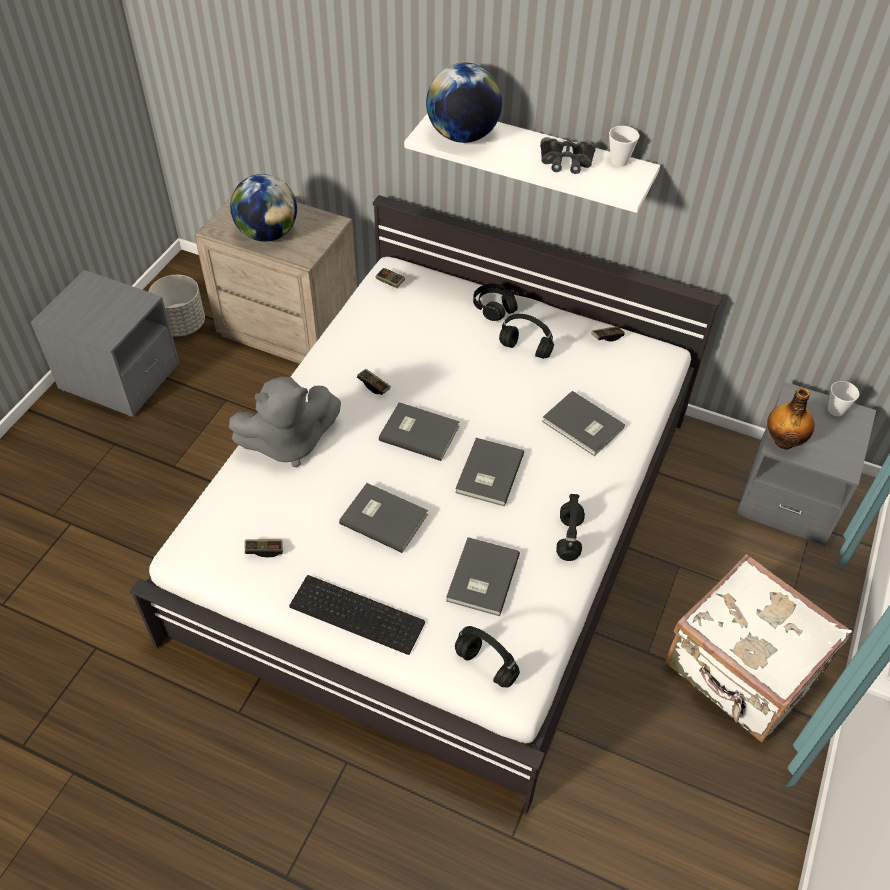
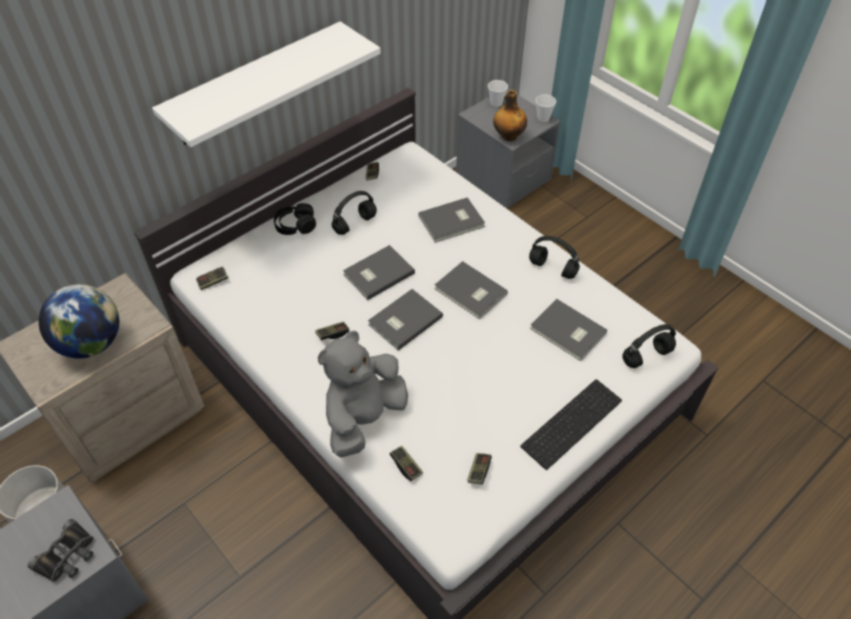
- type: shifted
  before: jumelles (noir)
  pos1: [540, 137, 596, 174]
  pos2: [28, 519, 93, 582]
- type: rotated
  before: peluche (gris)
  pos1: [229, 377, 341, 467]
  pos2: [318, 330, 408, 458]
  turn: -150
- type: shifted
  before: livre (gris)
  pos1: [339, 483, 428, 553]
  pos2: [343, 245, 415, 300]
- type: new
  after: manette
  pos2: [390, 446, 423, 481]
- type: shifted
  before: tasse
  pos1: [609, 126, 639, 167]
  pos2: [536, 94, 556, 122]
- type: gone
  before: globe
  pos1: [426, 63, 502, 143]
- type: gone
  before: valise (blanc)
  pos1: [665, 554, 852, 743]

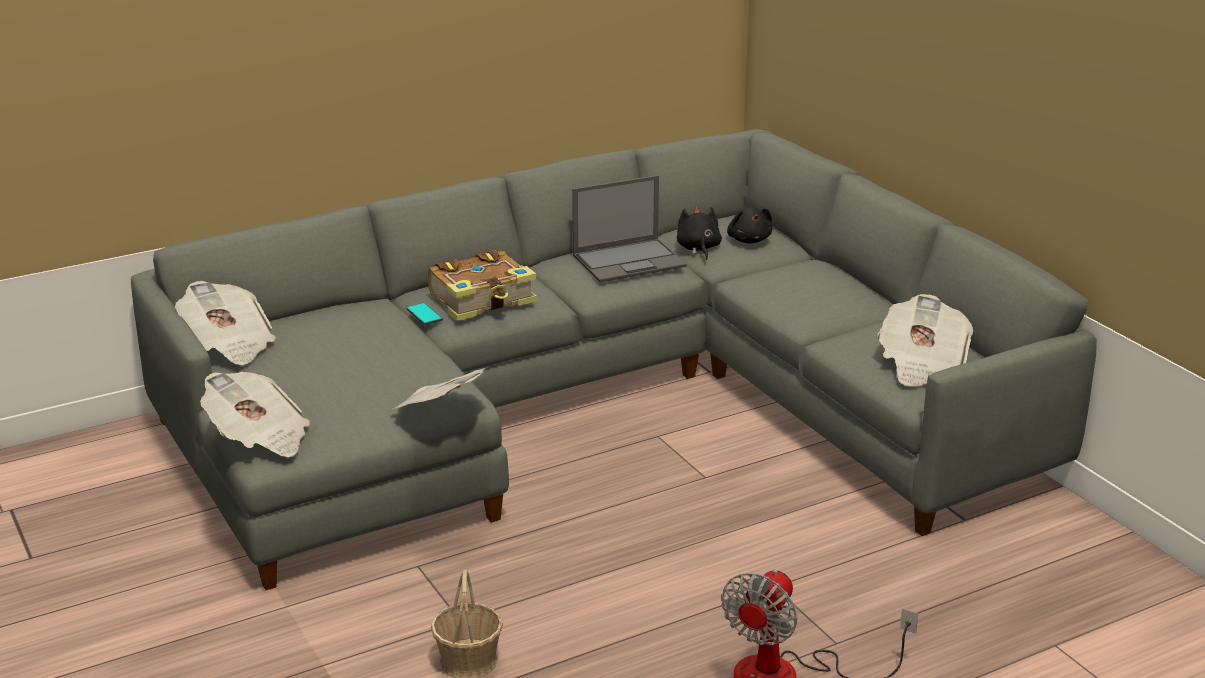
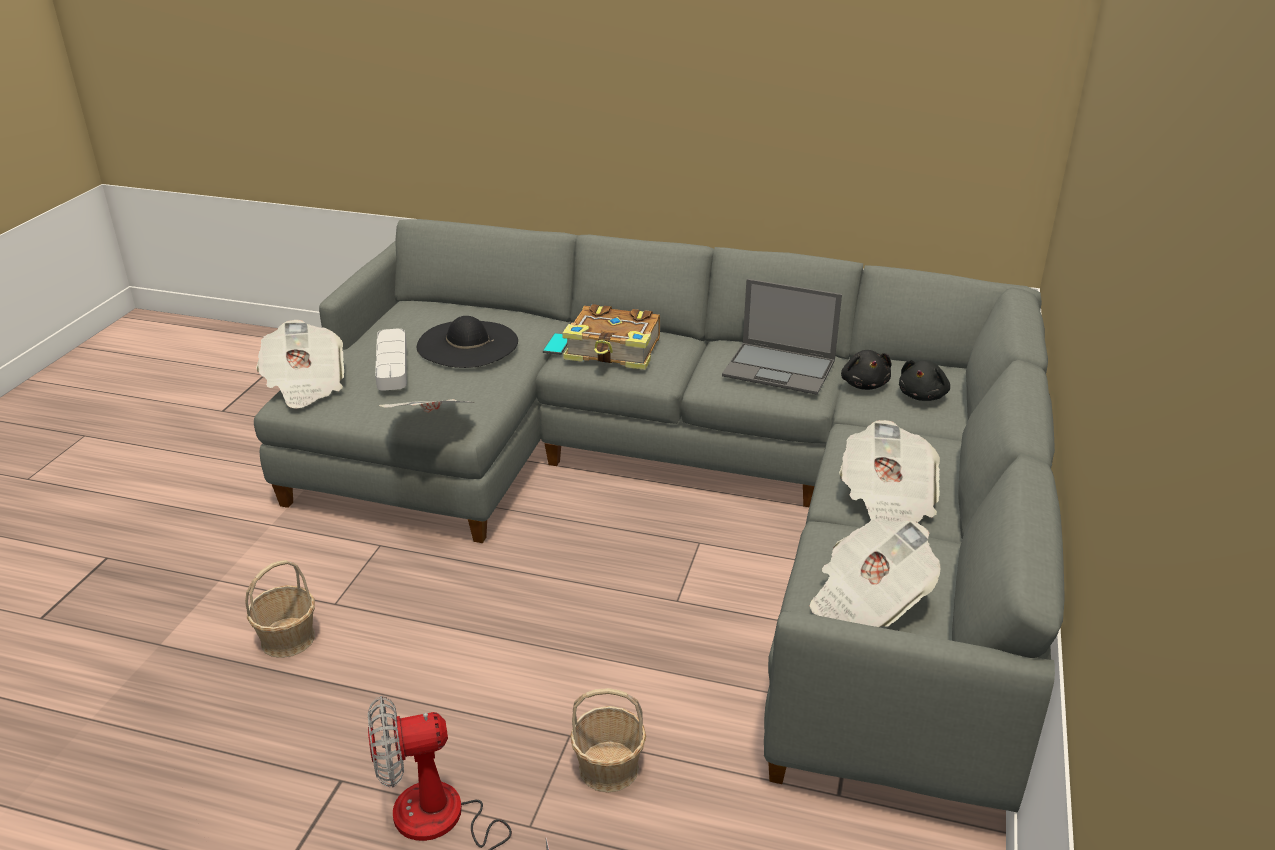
- type: new
  after: plateau (gris)
  pos2: [375, 328, 407, 391]
- type: new
  after: chapeau (noir)
  pos2: [417, 316, 518, 368]
- type: new
  after: panier
  pos2: [570, 688, 646, 793]
- type: shifted
  before: journal
  pos1: [175, 281, 276, 365]
  pos2: [839, 420, 940, 522]
- type: rotated
  before: peluche (noir)
  pos1: [677, 206, 722, 260]
  pos2: [841, 350, 891, 390]
  turn: 135

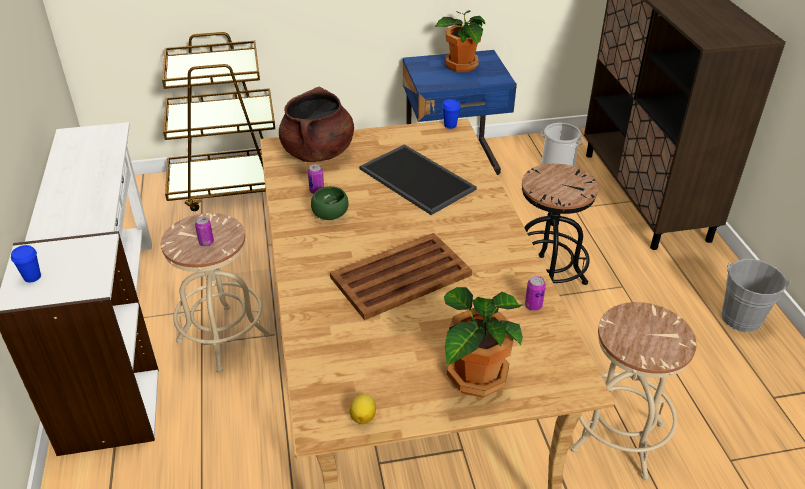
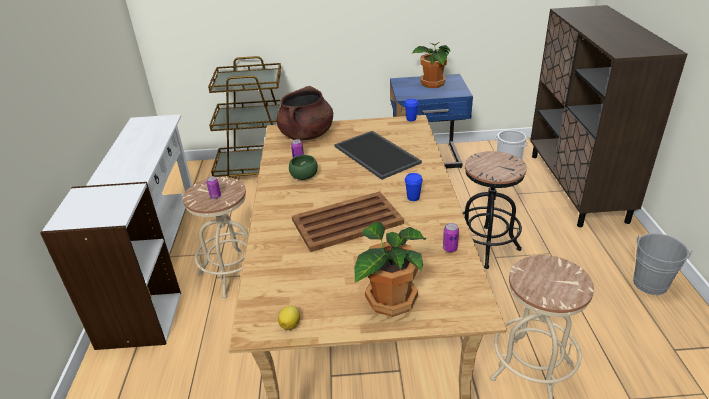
- type: shifted
  before: tasse (bleu)
  pos1: [11, 245, 41, 283]
  pos2: [405, 173, 423, 201]

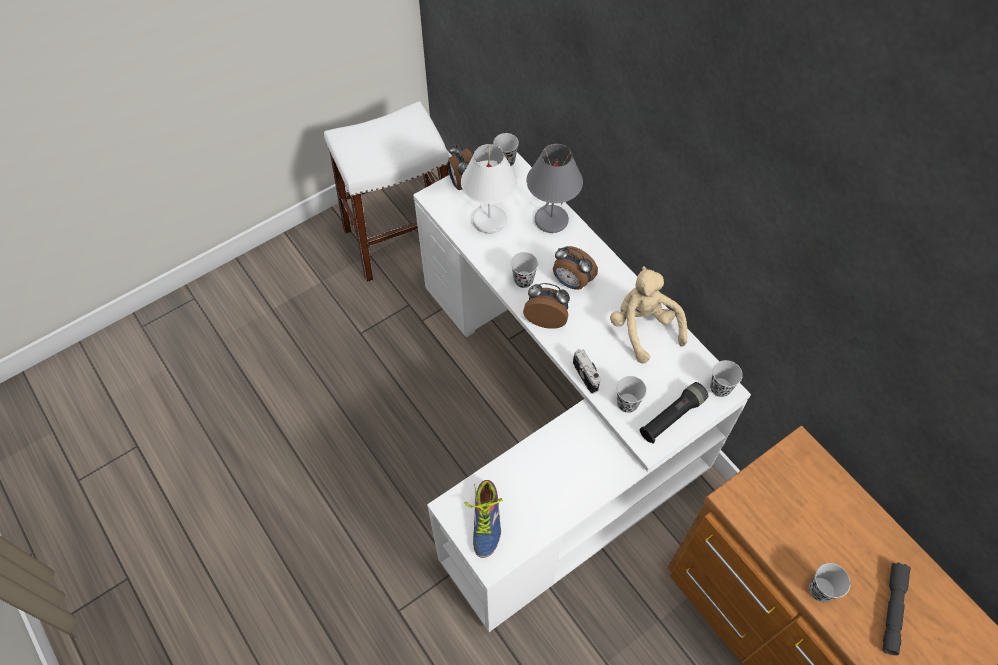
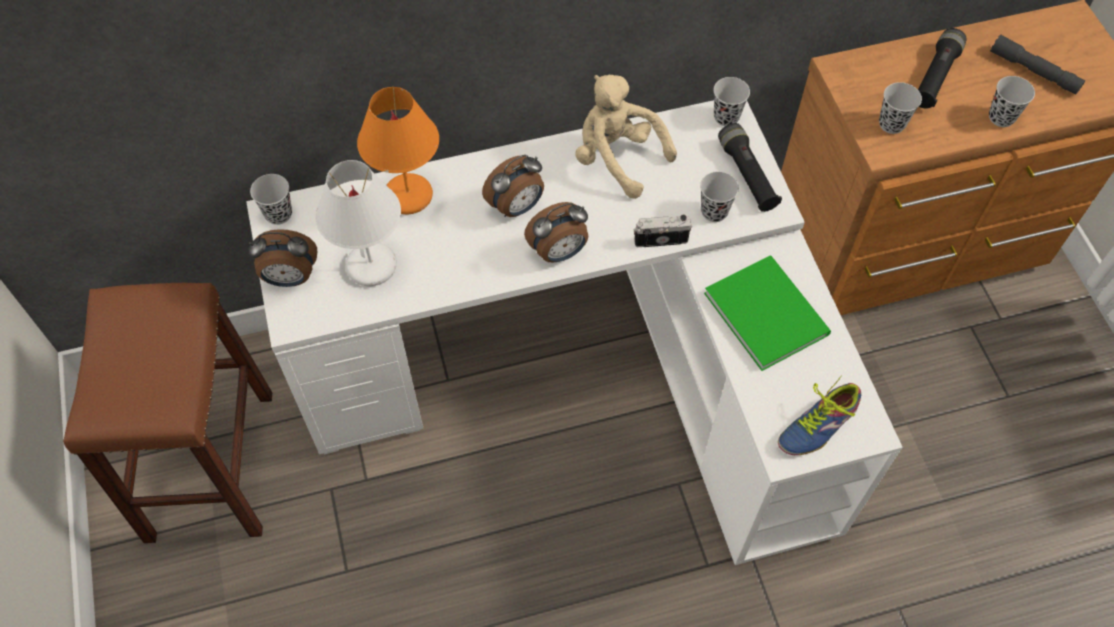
- type: repainted
  before: tabouret (blanc)
  after: tabouret (marron)
  pos1: [324, 101, 449, 282]
  pos2: [63, 283, 272, 543]
- type: repainted
  before: lampe de table (gris)
  after: lampe de table (orange)
  pos1: [526, 144, 583, 233]
  pos2: [357, 87, 439, 214]
- type: rotated
  before: réveil
  pos1: [523, 283, 570, 329]
  pos2: [524, 202, 588, 263]
  turn: -150
- type: rotated
  before: peluche (beige)
  pos1: [610, 266, 687, 364]
  pos2: [575, 75, 677, 199]
  turn: 45
- type: new
  after: livre (vert)
  pos2: [704, 255, 831, 371]
- type: rotated
  before: chaussure
  pos1: [465, 480, 502, 558]
  pos2: [778, 375, 861, 455]
  turn: 120
- type: shifted
  before: tasse (noir)
  pos1: [511, 252, 538, 288]
  pos2: [879, 82, 922, 134]
- type: new
  after: lampe de poche (noir)
  pos2: [918, 28, 967, 109]

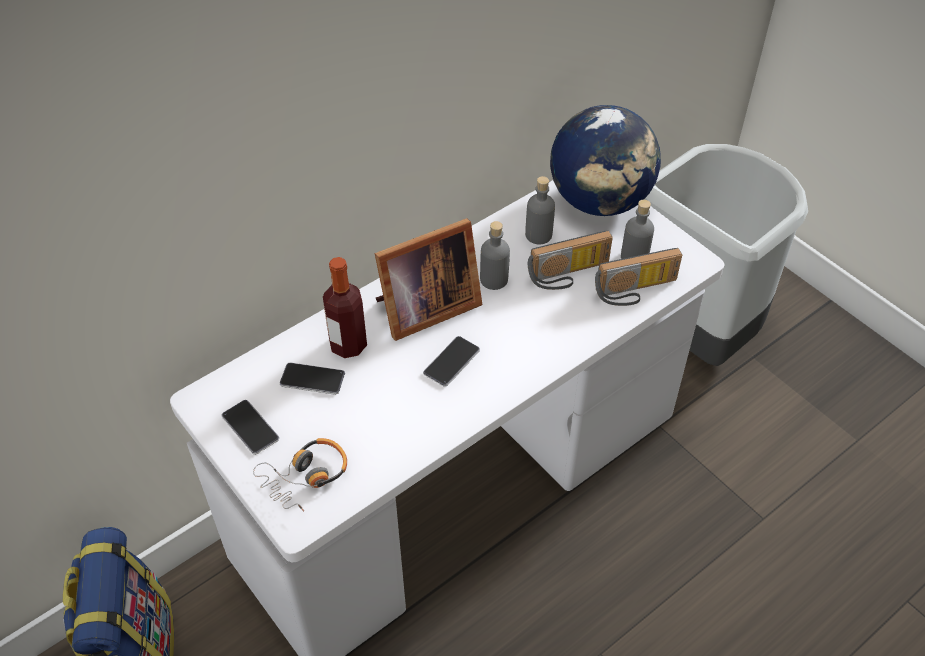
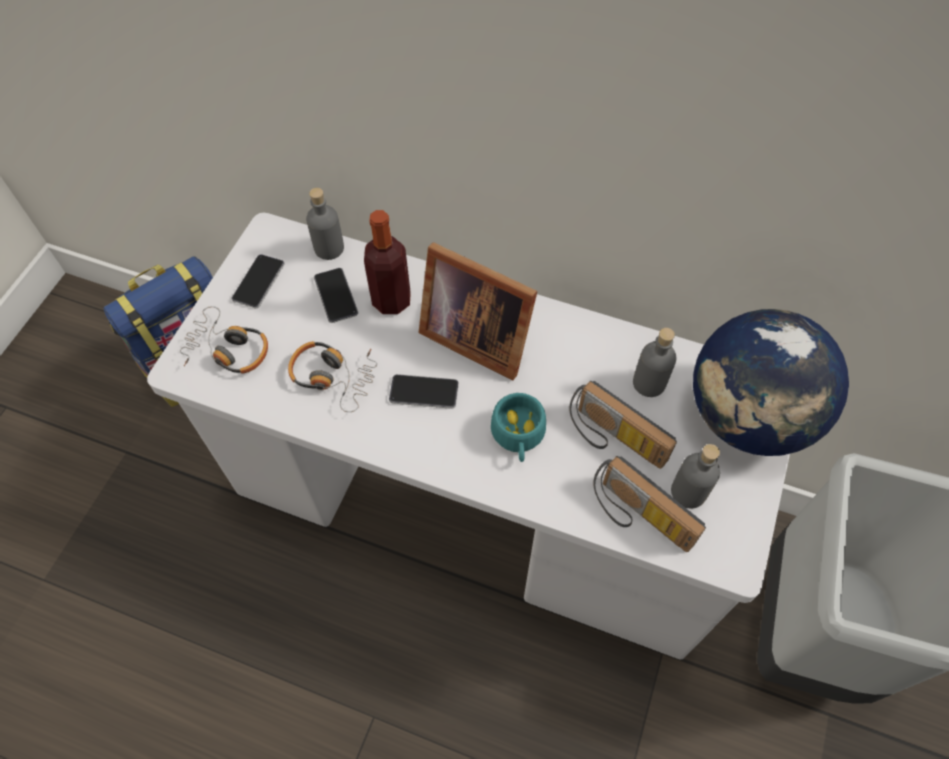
- type: new
  after: casque audio
  pos2: [288, 341, 377, 412]
- type: shifted
  before: bouteille (gris)
  pos1: [480, 221, 510, 290]
  pos2: [306, 188, 344, 260]
- type: new
  after: tasse (turquoise)
  pos2: [491, 393, 546, 462]

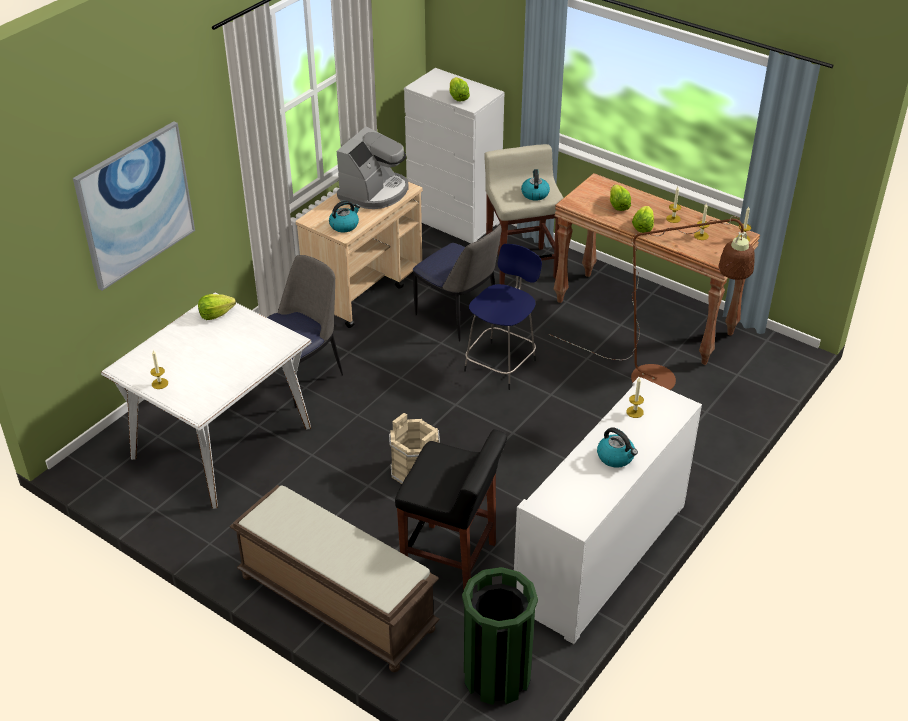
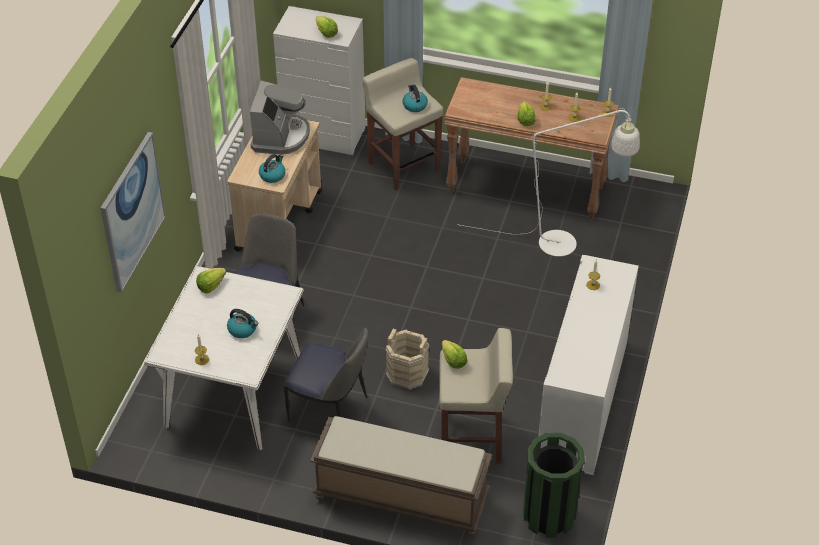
- type: shifted
  before: bouilloire
  pos1: [597, 427, 638, 468]
  pos2: [227, 309, 258, 338]
- type: shifted
  before: chaise
  pos1: [413, 225, 502, 341]
  pos2: [284, 327, 368, 421]
- type: repainted
  before: tabouret (noir)
  after: tabouret (beige)
  pos1: [395, 429, 507, 590]
  pos2: [439, 328, 513, 464]
- type: shifted
  before: laitue
  pos1: [610, 184, 631, 211]
  pos2: [442, 340, 467, 369]
- type: repainted
  before: lampadaire (marron)
  after: lampadaire (blanc)
  pos1: [549, 216, 754, 390]
  pos2: [460, 108, 640, 257]
- type: gone
  before: tabouret (bleu)
  pos1: [464, 244, 542, 390]

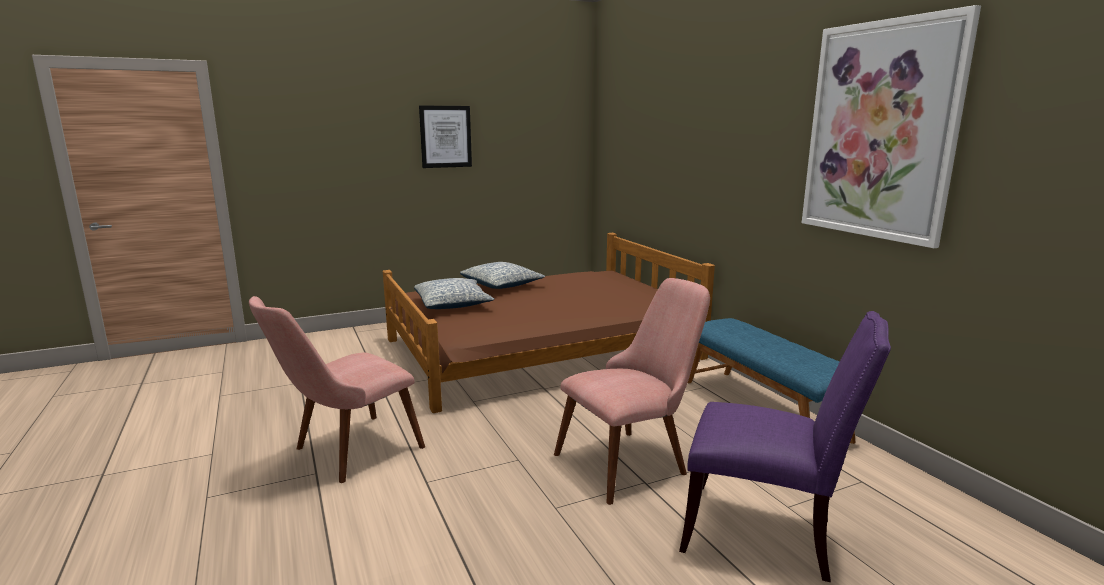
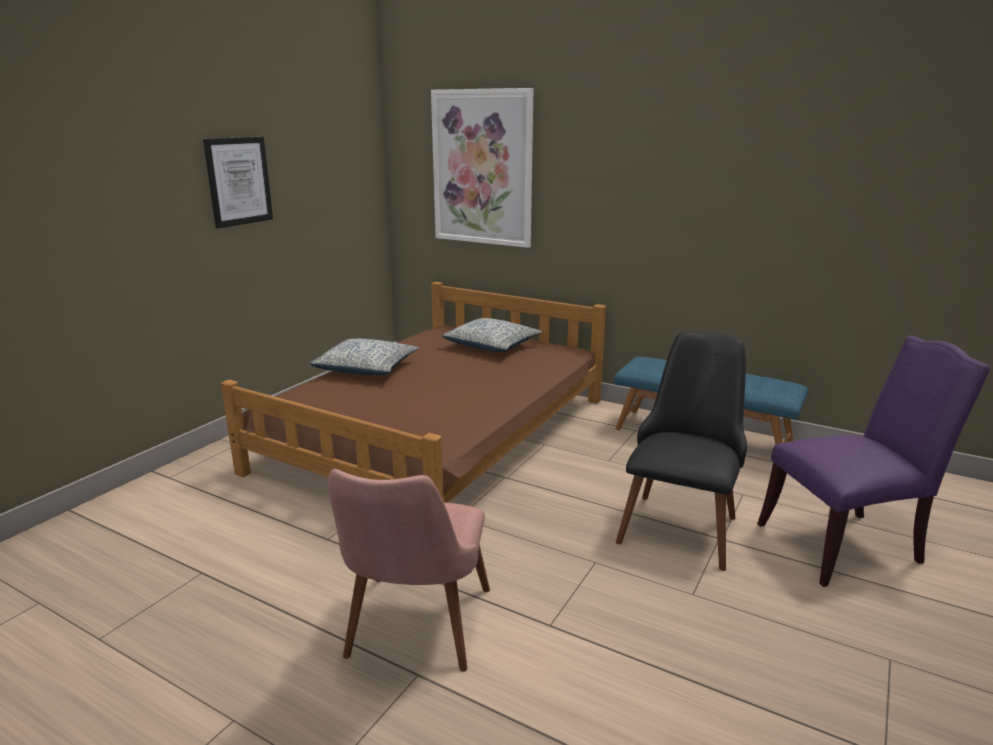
- type: shifted
  before: tableau
  pos1: [802, 5, 981, 248]
  pos2: [431, 88, 534, 248]
- type: shifted
  before: coussin
  pos1: [414, 278, 494, 309]
  pos2: [442, 318, 542, 352]
- type: repainted
  before: chaise (rose)
  after: chaise (noir)
  pos1: [554, 278, 710, 505]
  pos2: [616, 331, 747, 571]

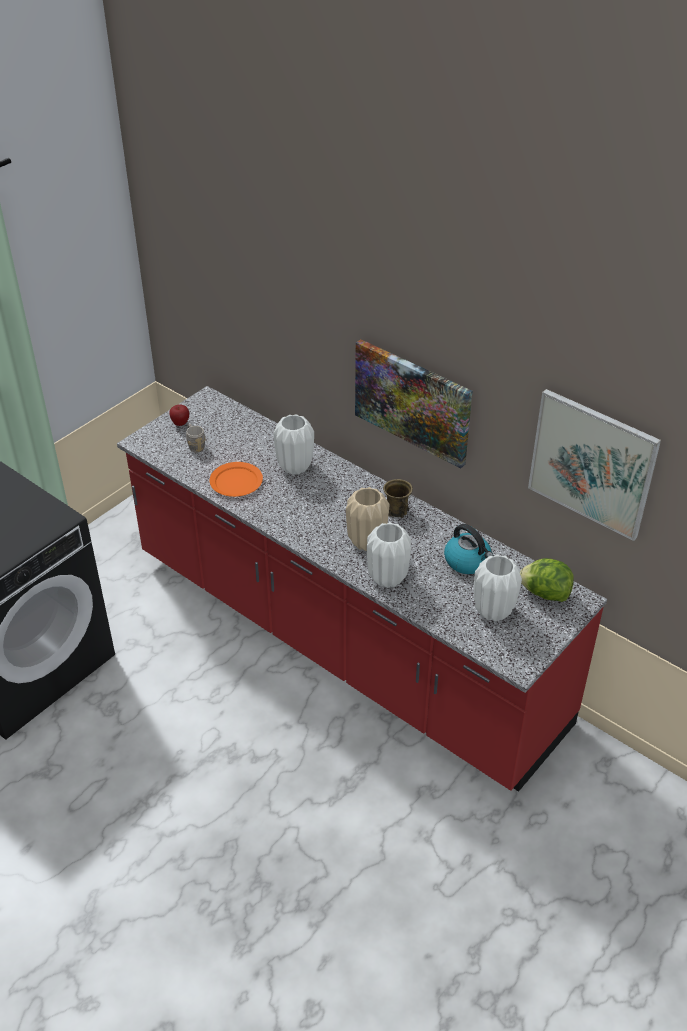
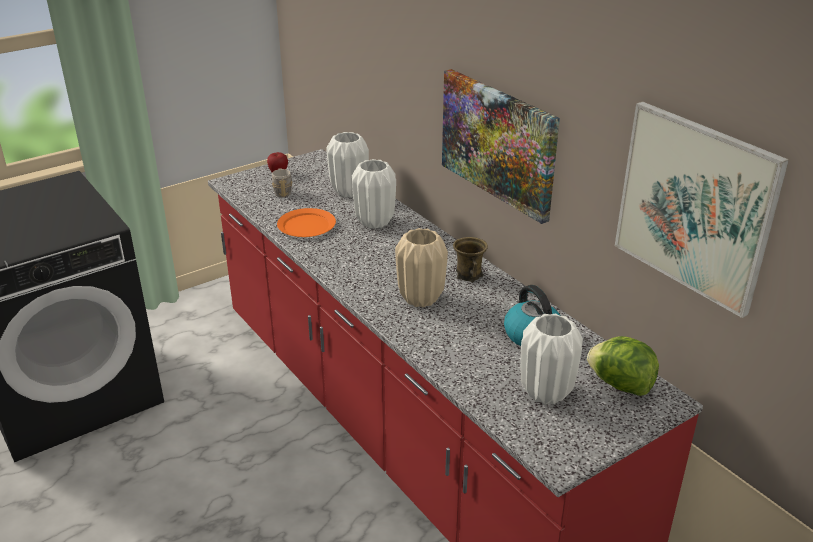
- type: shifted
  before: vase (blanc)
  pos1: [367, 522, 411, 588]
  pos2: [326, 132, 369, 197]

